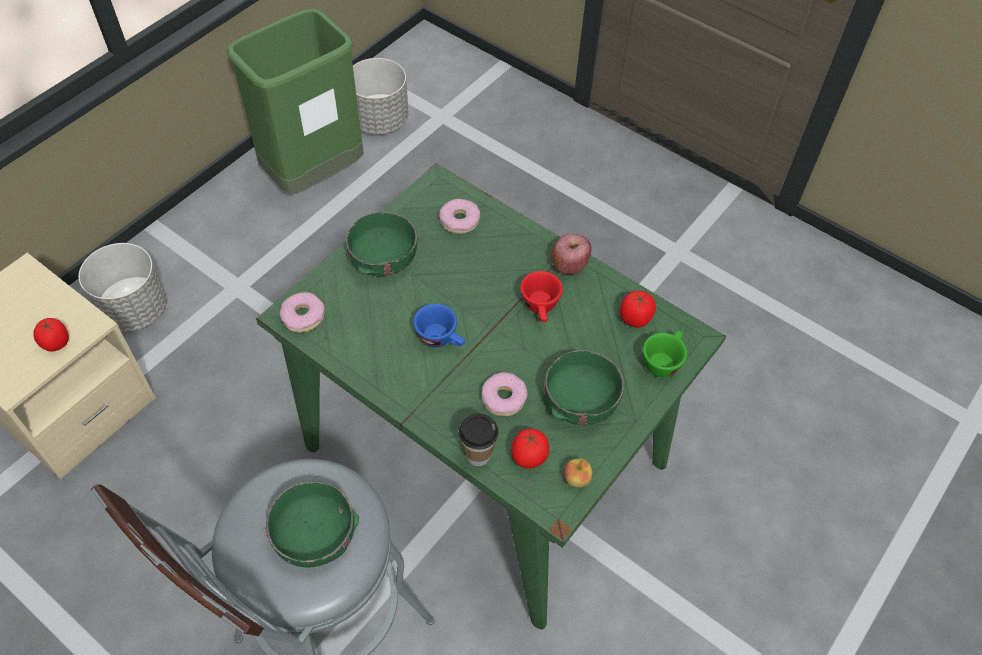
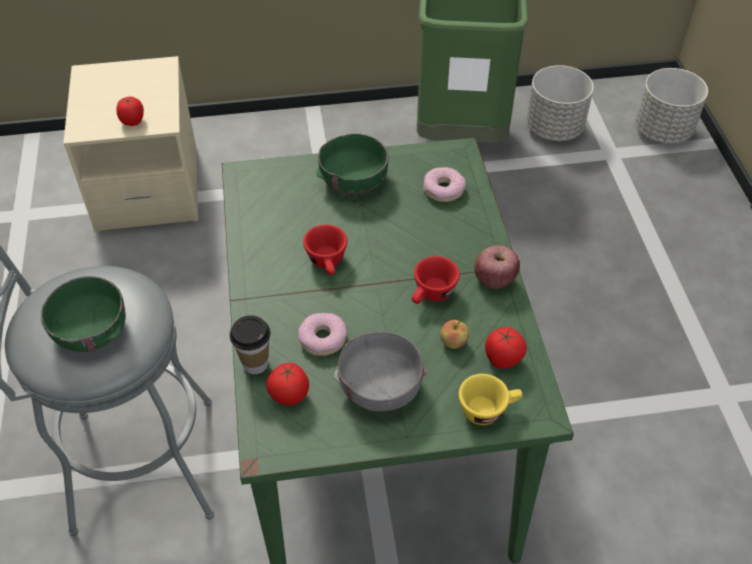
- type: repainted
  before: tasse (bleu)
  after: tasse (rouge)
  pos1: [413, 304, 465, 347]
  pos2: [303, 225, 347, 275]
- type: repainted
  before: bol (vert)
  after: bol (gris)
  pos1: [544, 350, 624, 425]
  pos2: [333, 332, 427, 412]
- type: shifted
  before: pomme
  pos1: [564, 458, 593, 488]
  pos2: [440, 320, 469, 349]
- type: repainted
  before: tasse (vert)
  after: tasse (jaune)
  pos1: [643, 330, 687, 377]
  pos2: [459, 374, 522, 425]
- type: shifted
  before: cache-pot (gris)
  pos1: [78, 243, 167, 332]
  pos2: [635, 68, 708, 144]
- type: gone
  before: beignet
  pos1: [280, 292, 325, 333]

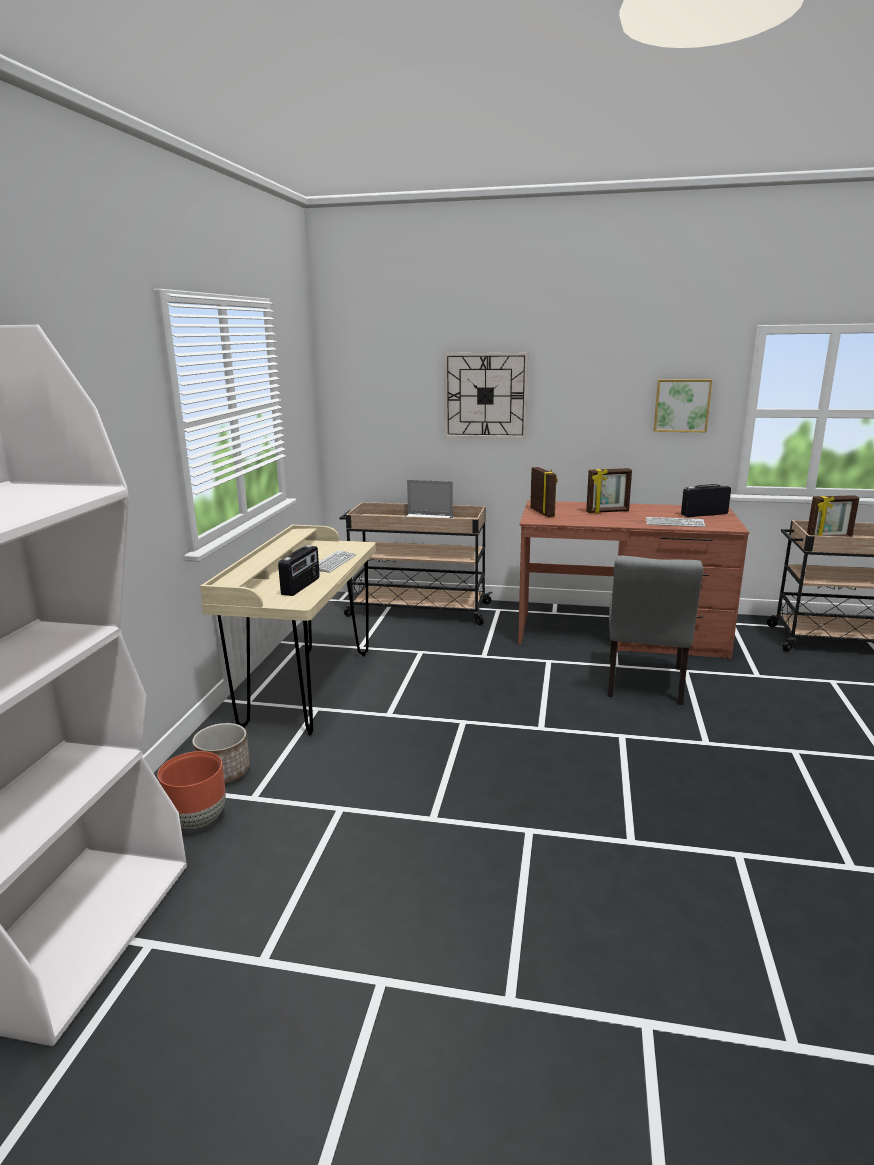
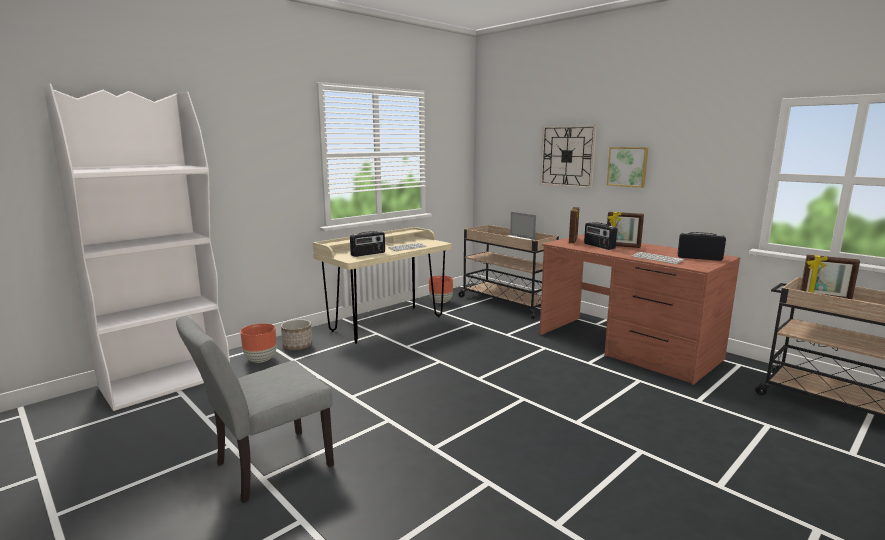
- type: shifted
  before: chaise (gris)
  pos1: [608, 555, 703, 705]
  pos2: [176, 316, 334, 503]
- type: new
  after: cache-pot (marron)
  pos2: [429, 276, 453, 303]
- type: new
  after: radio
  pos2: [584, 222, 617, 250]
- type: shifted
  before: tableau
  pos1: [653, 379, 712, 432]
  pos2: [607, 147, 648, 188]

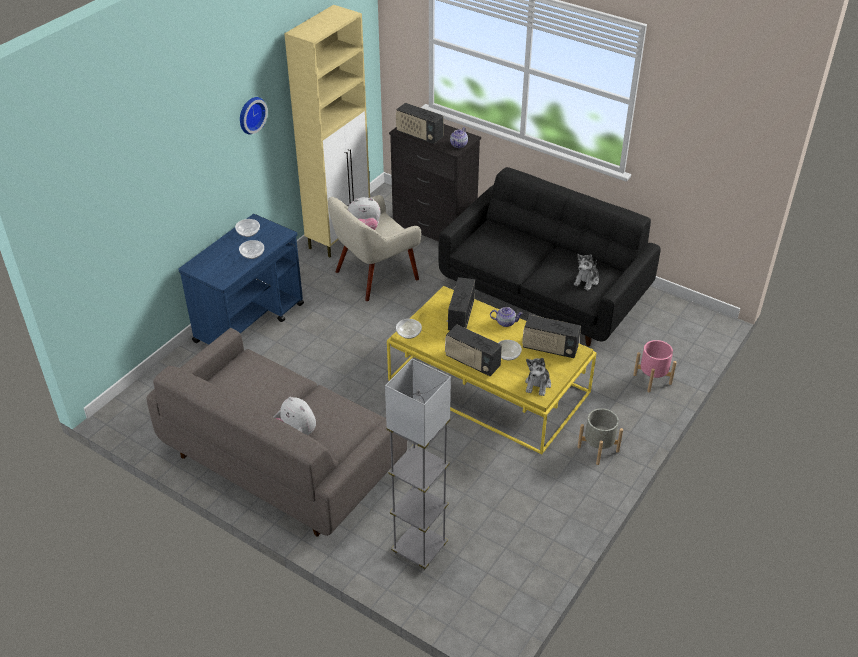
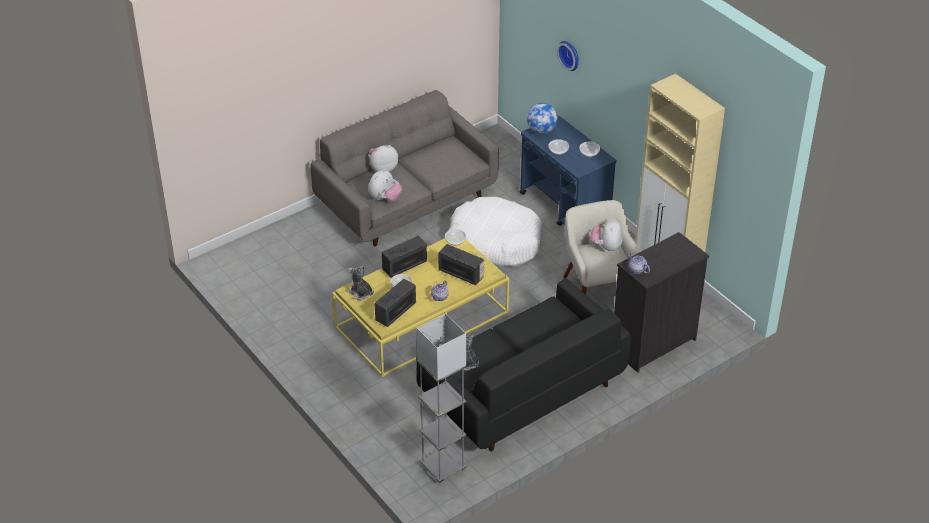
- type: new
  after: peluche
  pos2: [368, 169, 402, 202]
- type: shifted
  before: lampadaire (gris)
  pos1: [385, 359, 451, 570]
  pos2: [416, 313, 466, 484]
- type: new
  after: panier pour chien (blanc)
  pos2: [449, 197, 542, 266]
- type: new
  after: globe
  pos2: [527, 103, 558, 134]
- type: shifted
  before: horloge murale
  pos1: [240, 97, 268, 134]
  pos2: [557, 41, 579, 71]
- type: gone
  before: radio
  pos1: [396, 103, 444, 144]
- type: gone
  before: cache-pot (gris)
  pos1: [578, 408, 623, 465]
- type: gone
  before: cache-pot (rose)
  pos1: [633, 340, 677, 392]

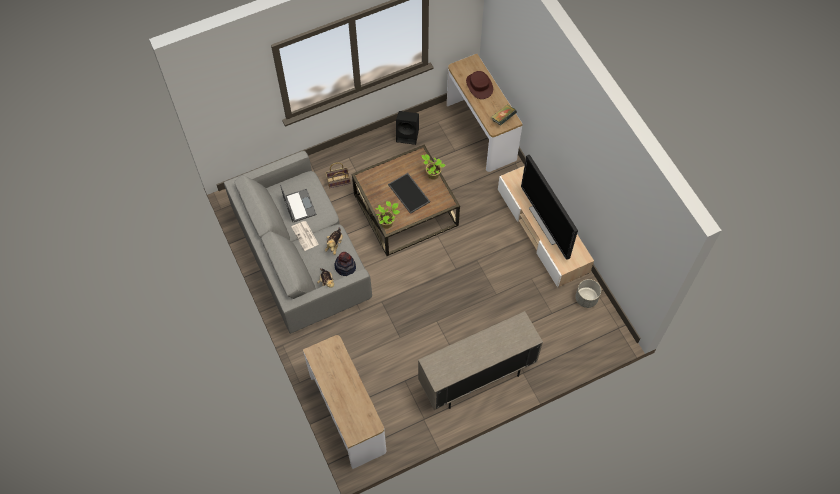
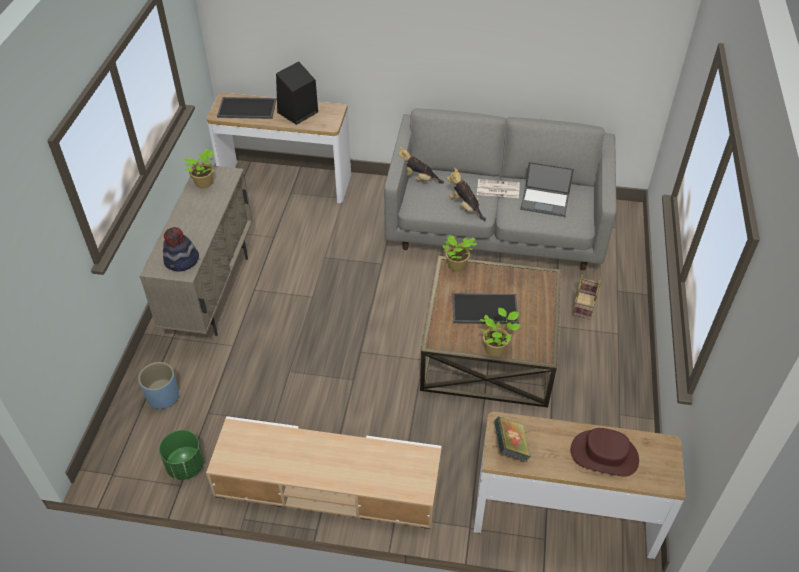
- type: new
  after: cache-pot (bleu)
  pos2: [138, 362, 179, 409]
- type: repainted
  before: cache-pot (gris)
  after: cache-pot (vert)
  pos1: [576, 279, 601, 308]
  pos2: [159, 430, 204, 480]
- type: shifted
  before: chapeau
  pos1: [334, 252, 356, 276]
  pos2: [163, 227, 199, 272]
- type: new
  after: plante en pot
  pos2: [184, 149, 214, 189]
- type: new
  after: plateau
  pos2: [217, 97, 276, 119]
- type: shifted
  before: enceinte (noir)
  pos1: [396, 111, 419, 145]
  pos2: [276, 61, 318, 125]
- type: gone
  before: téléviseur
  pos1: [521, 155, 578, 260]

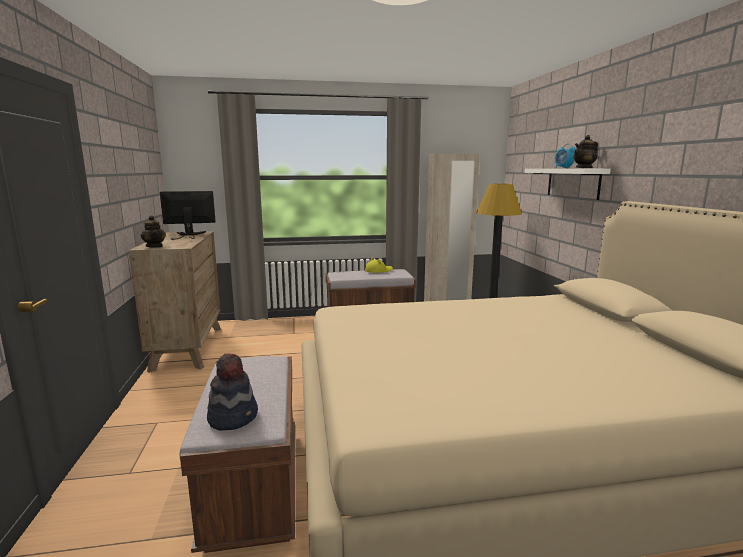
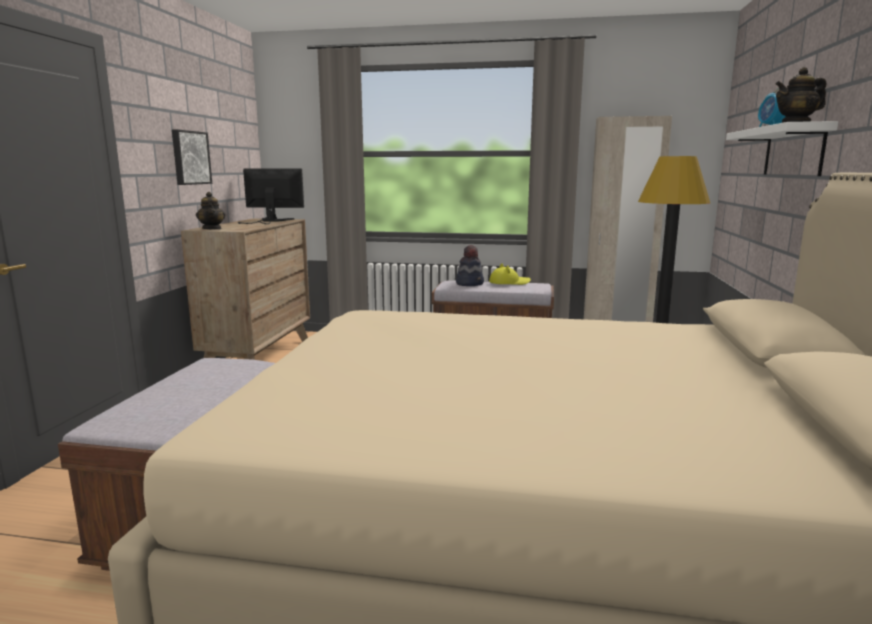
- type: new
  after: tableau
  pos2: [172, 129, 212, 185]
- type: shifted
  before: chapeau
  pos1: [207, 353, 258, 431]
  pos2: [456, 245, 484, 286]

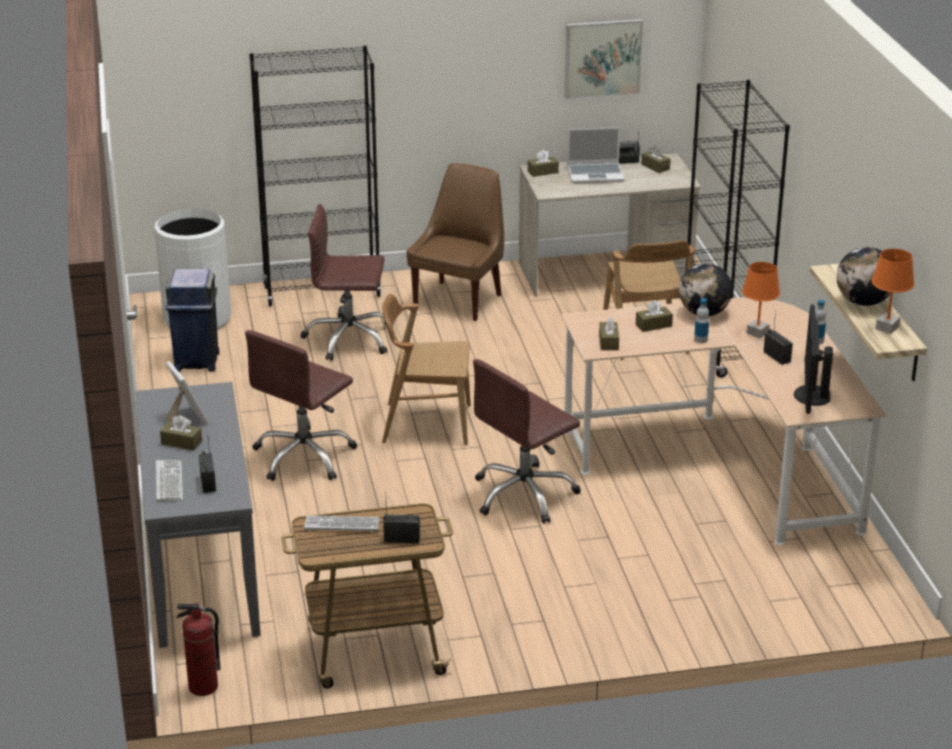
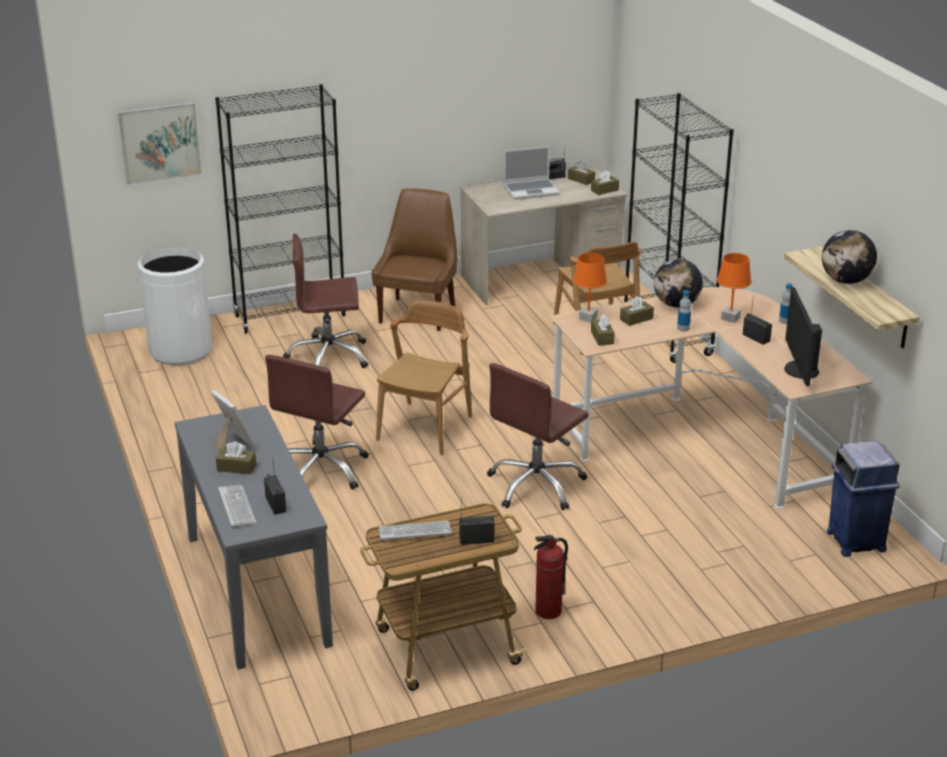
- type: shifted
  before: tableau
  pos1: [565, 19, 643, 99]
  pos2: [118, 102, 202, 184]
- type: rotated
  before: chaise (marron)
  pos1: [382, 294, 471, 445]
  pos2: [376, 300, 472, 455]
  turn: 120
- type: shifted
  before: extincteur
  pos1: [176, 603, 221, 696]
  pos2: [534, 535, 568, 619]
- type: shifted
  before: lampe de table (orange)
  pos1: [872, 249, 915, 334]
  pos2: [573, 253, 607, 322]
- type: shifted
  before: boîte à mouchoirs (marron)
  pos1: [528, 150, 559, 177]
  pos2: [591, 170, 619, 195]
- type: shifted
  before: poubelle (bleu)
  pos1: [165, 269, 220, 372]
  pos2: [827, 441, 900, 557]

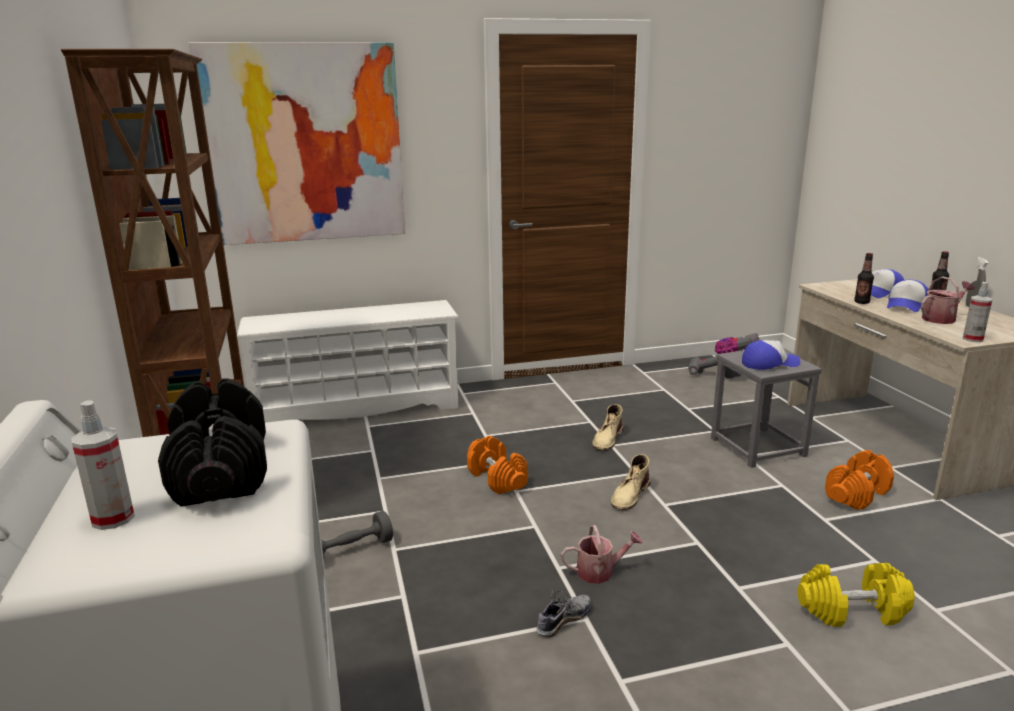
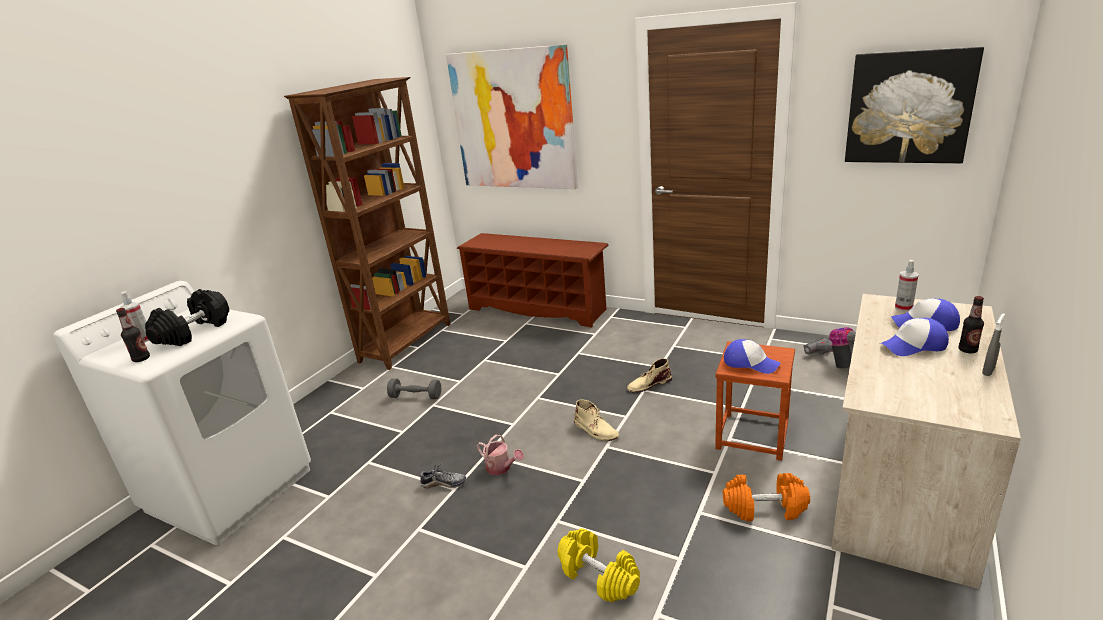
- type: shifted
  before: bouteille
  pos1: [854, 253, 874, 304]
  pos2: [116, 308, 150, 362]
- type: repainted
  before: étagère à chaussures (blanc)
  after: étagère à chaussures (marron)
  pos1: [237, 300, 460, 423]
  pos2: [457, 233, 609, 327]
- type: rotated
  before: botte (beige)
  pos1: [611, 454, 650, 510]
  pos2: [574, 399, 619, 441]
  turn: -120
- type: repainted
  before: tabouret (gris)
  after: tabouret (marron)
  pos1: [711, 350, 822, 468]
  pos2: [715, 341, 795, 461]
- type: new
  after: tableau
  pos2: [845, 47, 984, 164]
- type: shifted
  before: vaporisateur
  pos1: [963, 282, 992, 342]
  pos2: [895, 260, 919, 312]
- type: gone
  before: haltère (orange)
  pos1: [467, 436, 528, 494]
- type: gone
  before: arrosoir
  pos1: [921, 276, 975, 324]

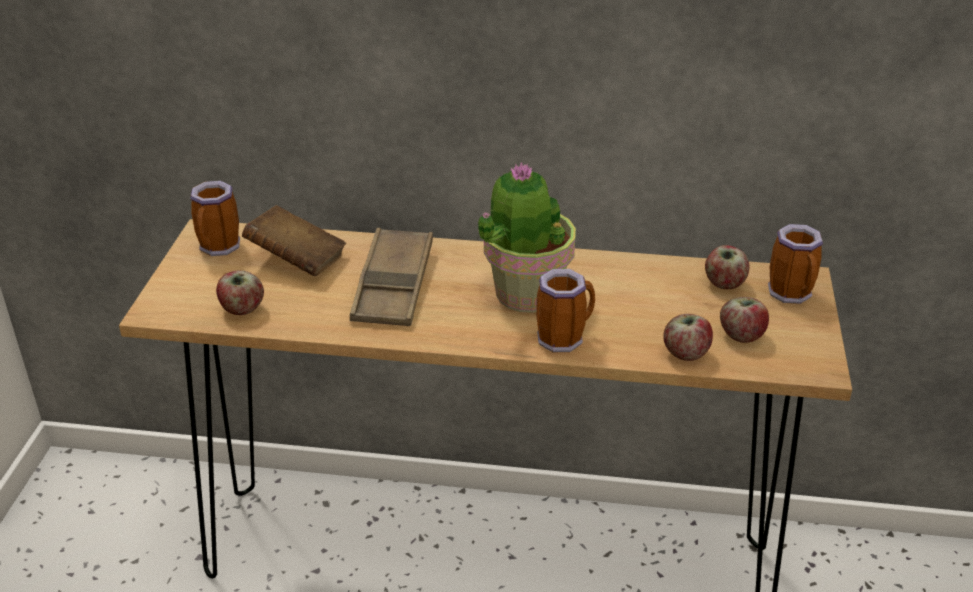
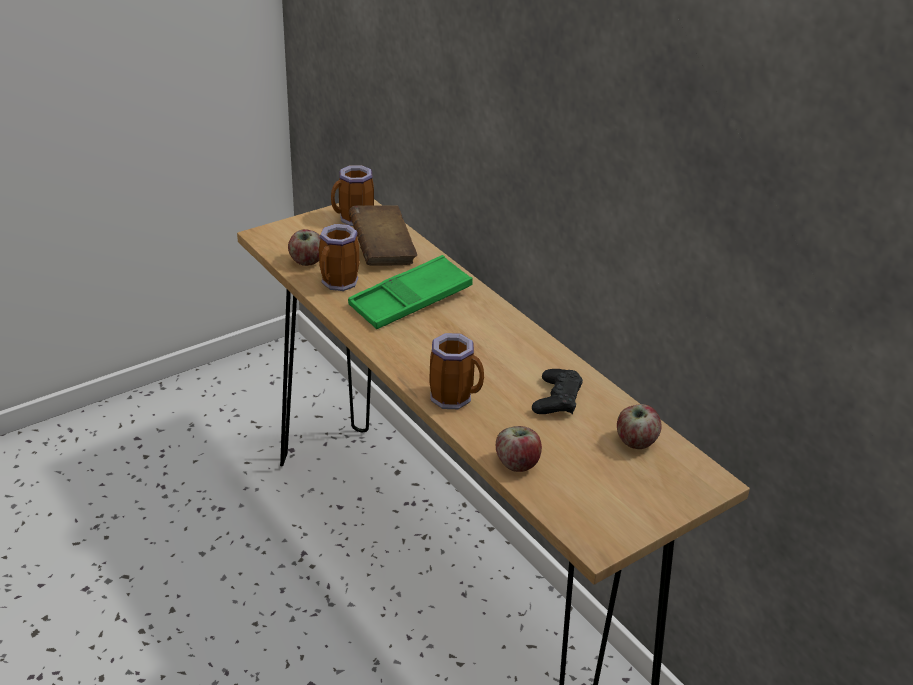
- type: shifted
  before: mug
  pos1: [768, 224, 823, 304]
  pos2: [319, 224, 359, 291]
- type: repainted
  before: plateau (marron)
  after: plateau (vert)
  pos1: [350, 228, 433, 326]
  pos2: [348, 255, 473, 329]
- type: new
  after: manette (noir)
  pos2: [532, 369, 583, 414]
- type: gone
  before: plante en pot
  pos1: [478, 162, 576, 313]
- type: gone
  before: pomme
  pos1: [720, 297, 769, 343]

